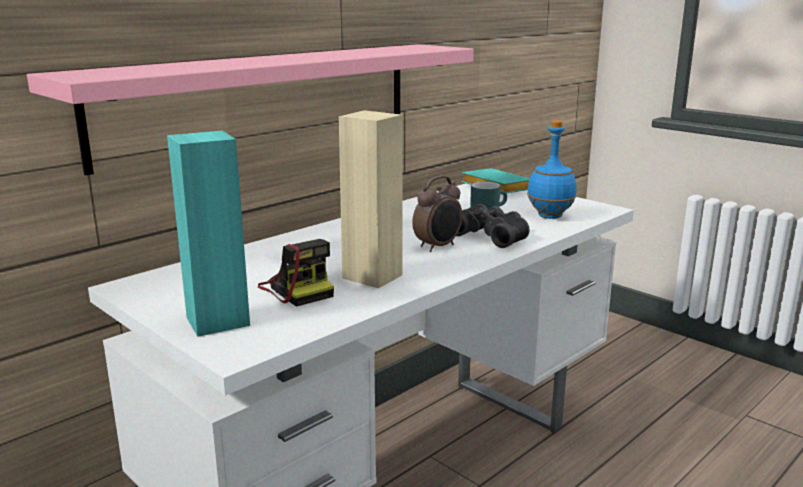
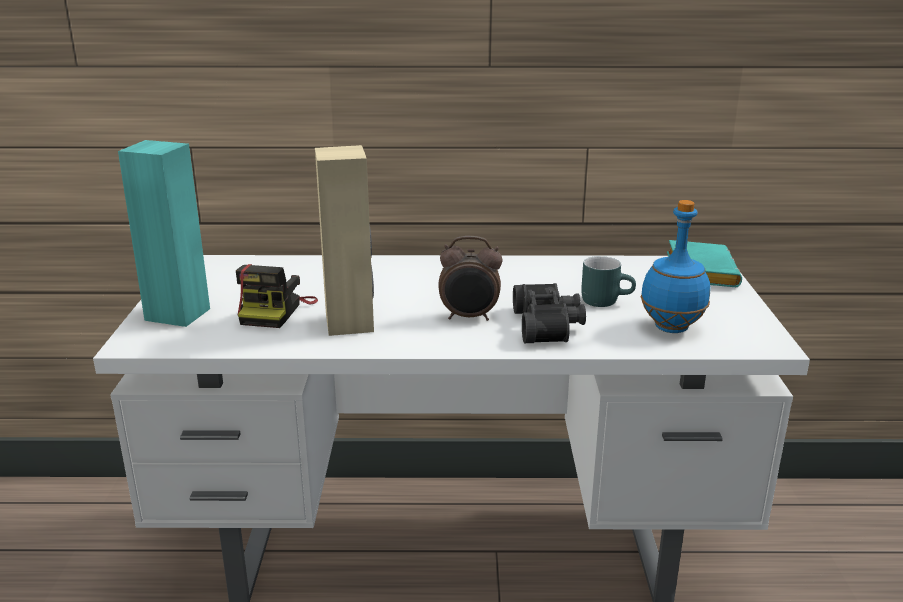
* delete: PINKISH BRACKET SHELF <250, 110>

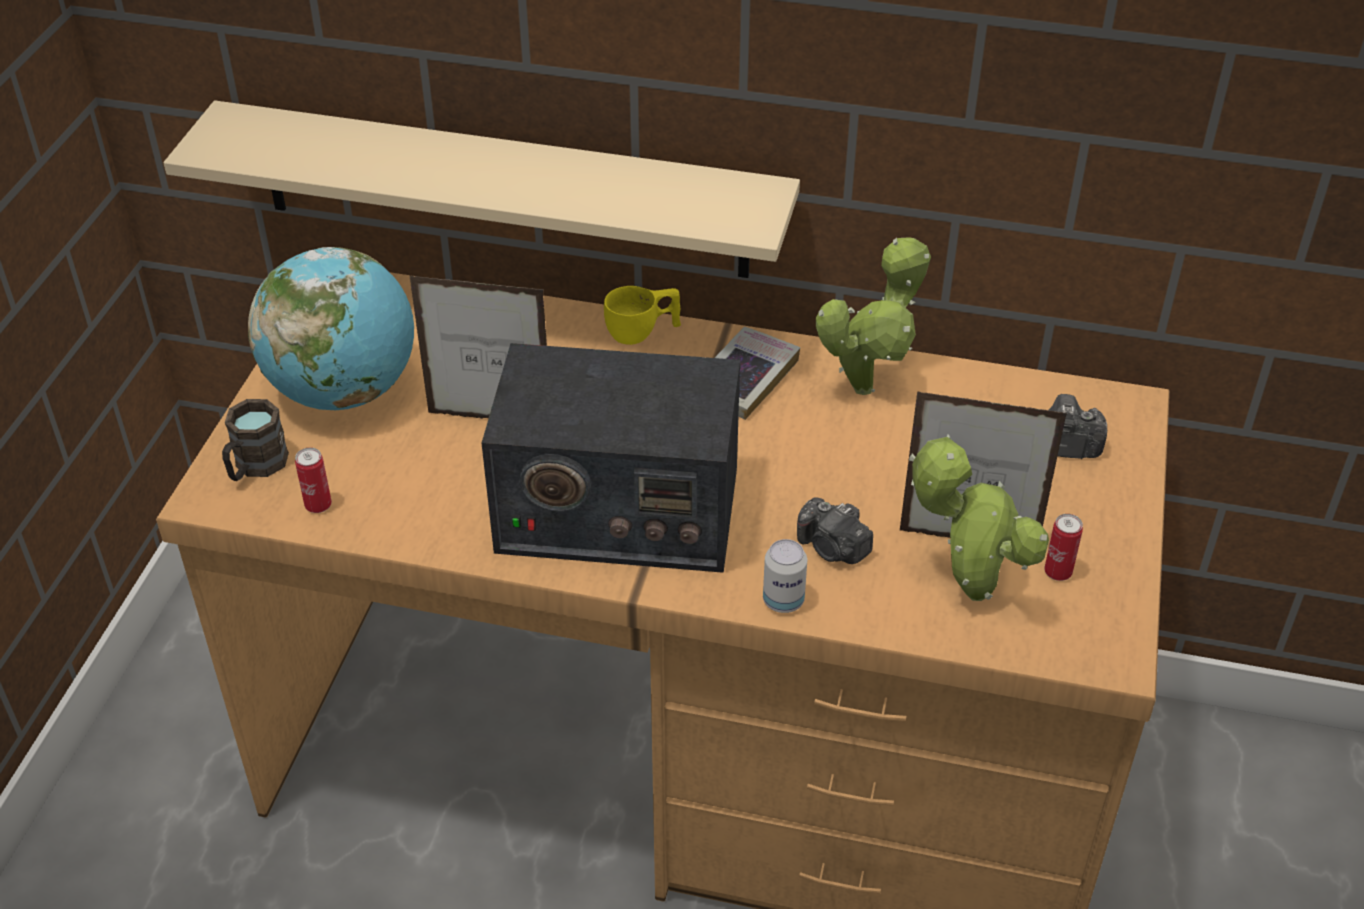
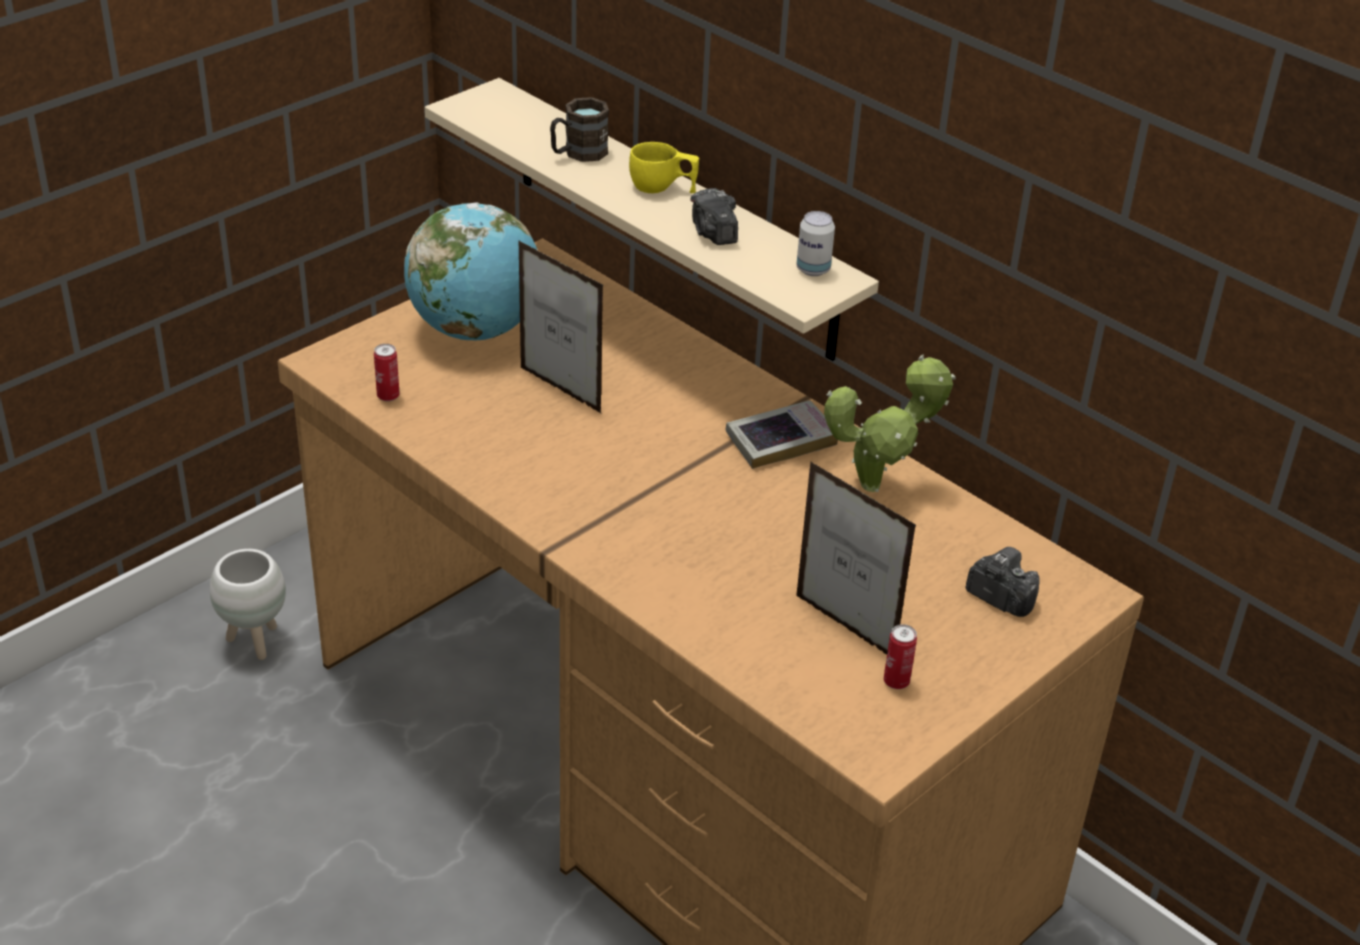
* delete: RADIO RECEIVER <611, 458>
* delete: POTTED PLANT <979, 518>
* insert: WHITE PLANTER <248, 604>
* move: BROWN-COLOURED MUG <255, 440> to <579, 129>
* move: YELLOWISH CUP <642, 315> to <664, 167>
* move: CAN <785, 576> to <815, 243>
* move: STILL CAMERA <835, 530> to <714, 216>

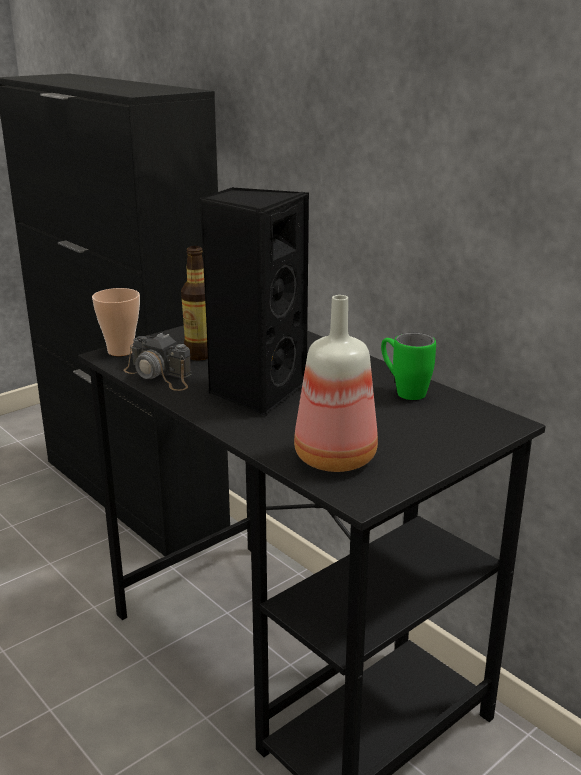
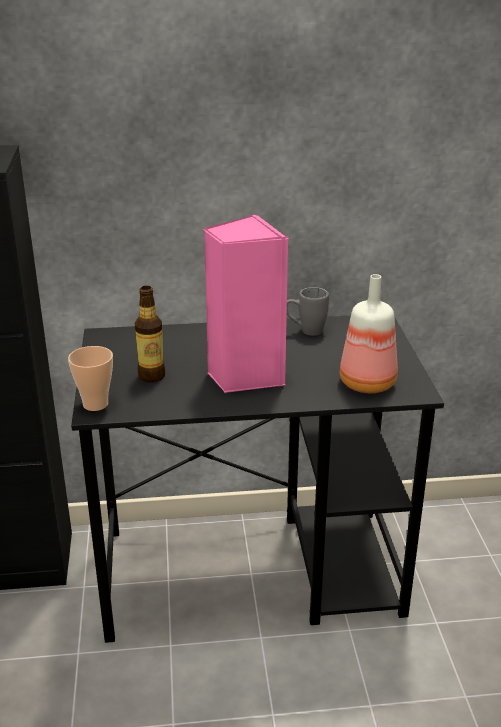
* delete: STILL CAMERA <157, 362>
* recolor: BLACKISH SPEAKER <254, 301> to PINKISH SPEAKER <245, 304>
* recolor: GREEN-COLOURED MUG <408, 366> to GREYISH MUG <308, 311>

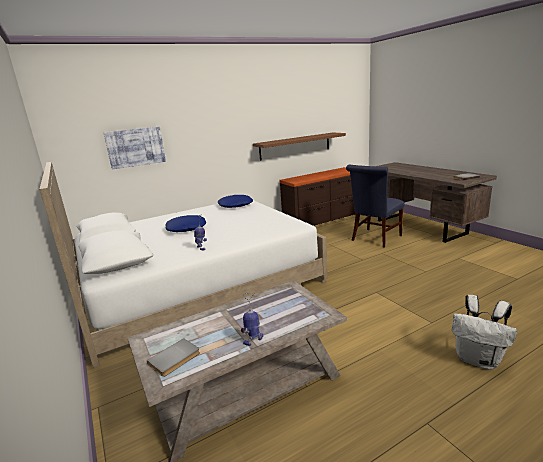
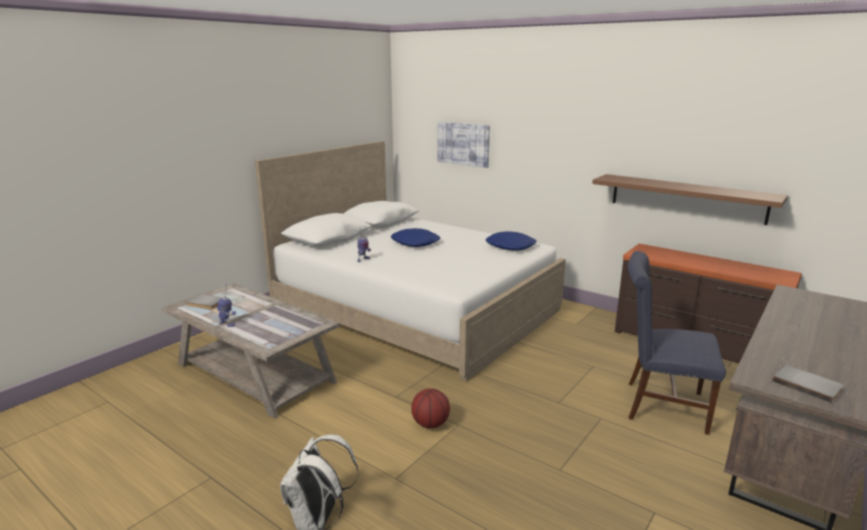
* insert: BASKETBALL BALL <430, 408>

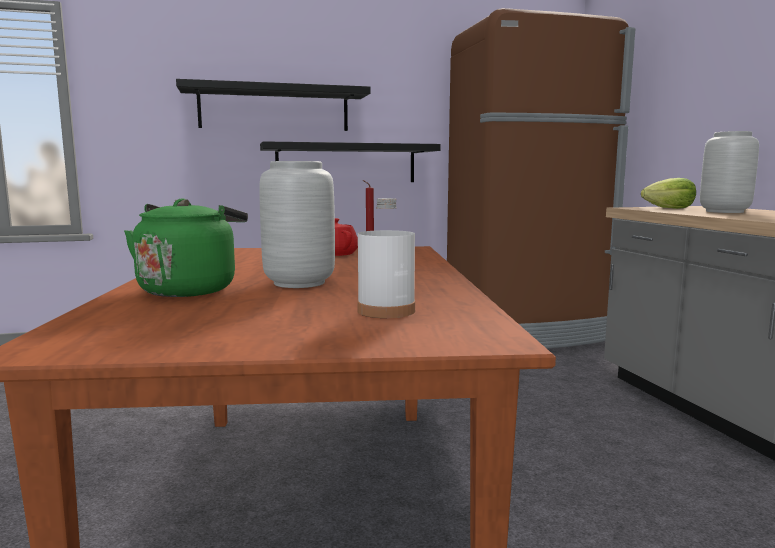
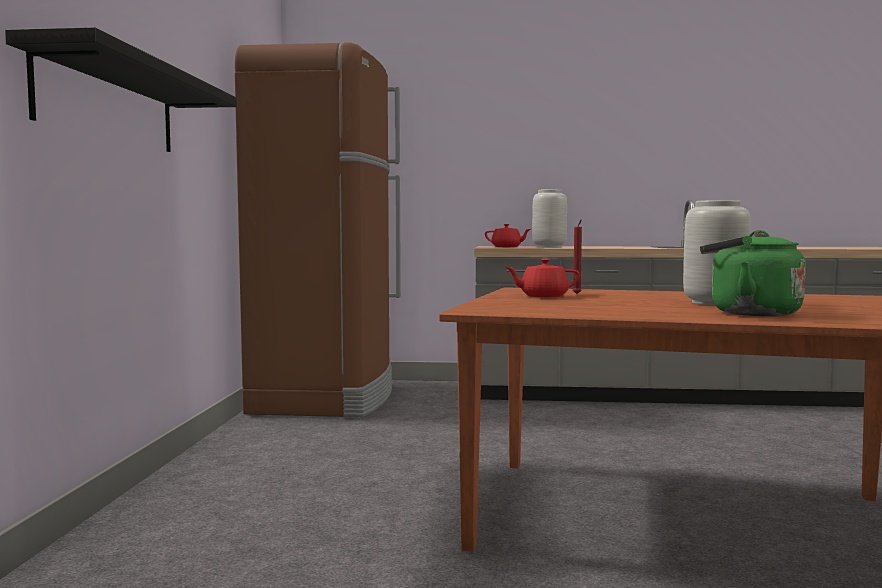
* delete: BLACKISH BRACKET SHELF <350, 161>
* delete: WHITE BOTTLE <386, 258>
* replace: HEAD OF LETTUCE <668, 193> to RED-COLOURED TEAPOT <508, 235>

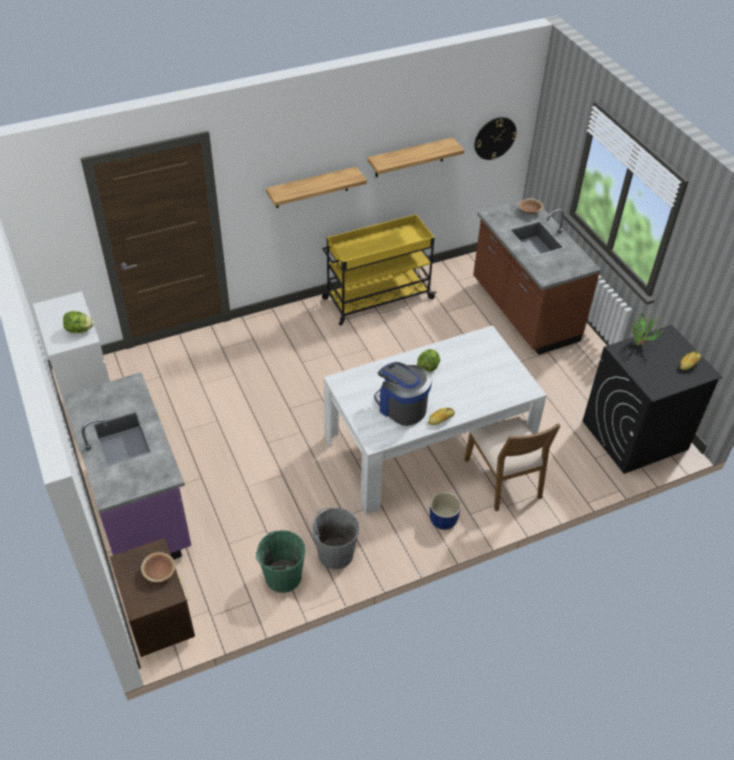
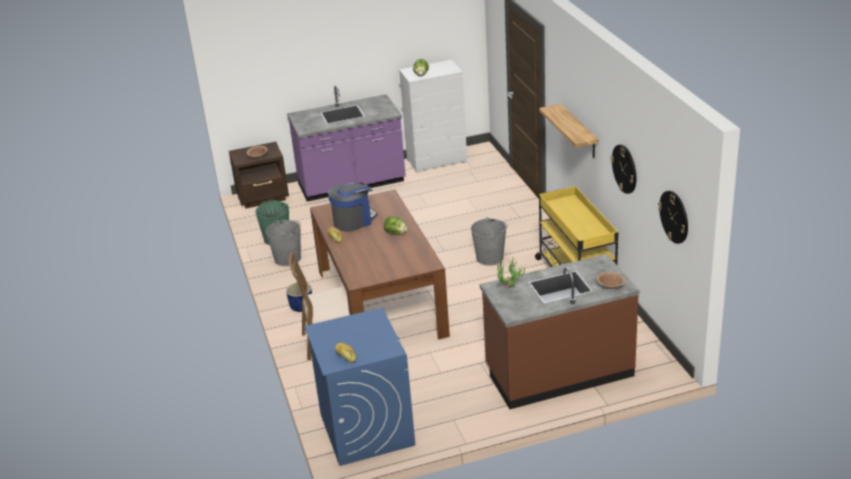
* insert: GREYISH PAIL <489, 241>
* move: POTTED PLANT <649, 329> to <511, 273>
* replace: BRACKET SHELF <415, 157> to HANGING CLOCK <623, 169>
* recolor: WHITE KITCHEN TABLE <435, 419> to BROWN-COLOURED KITCHEN TABLE <380, 265>
* recolor: BLACKISH LAUNDRY APPLIANCE <652, 399> to BLUE-COLOURED LAUNDRY APPLIANCE <359, 387>

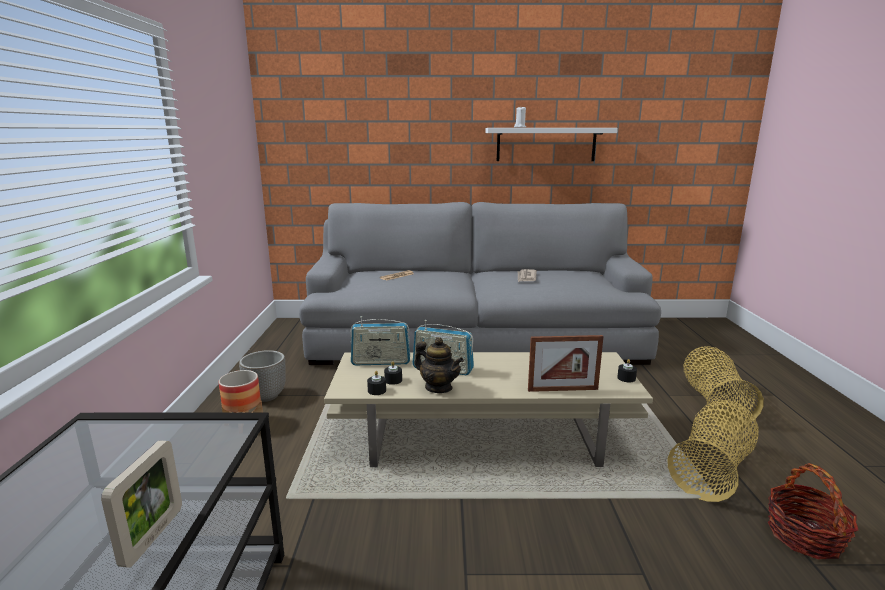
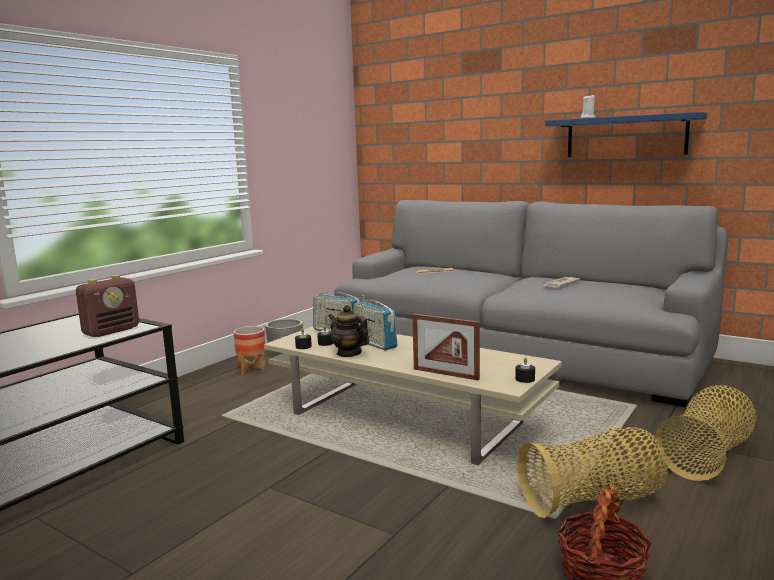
* delete: STANDING FRAME <141, 504>
* insert: RADIO RECEIVER <107, 306>
* recolor: WHITE BRACKET SHELF <551, 144> to BLUE-COLOURED BRACKET SHELF <626, 134>
* rotate: TEAPOT <439, 365> = <348, 331> 150 degrees clockwise

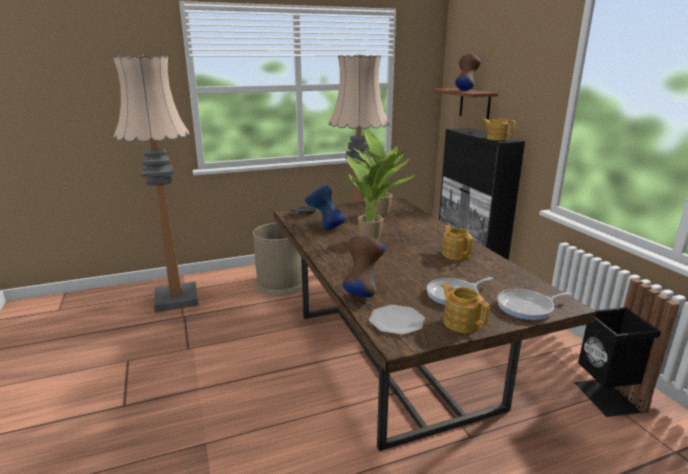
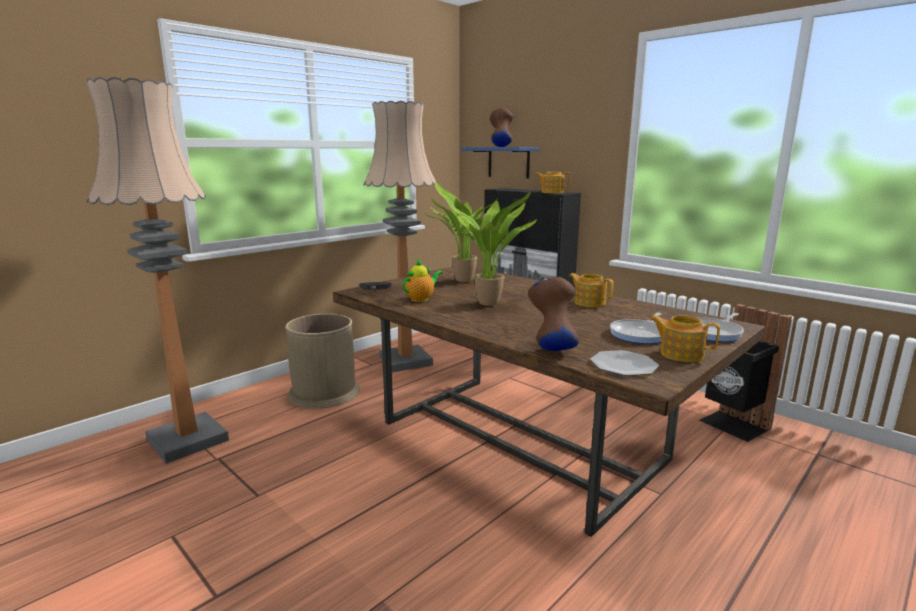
* replace: BLUE-COLOURED VASE <325, 207> to TEAPOT <423, 280>
* recolor: BROWN-COLOURED BRACKET SHELF <465, 104> to BLUE-COLOURED BRACKET SHELF <500, 162>

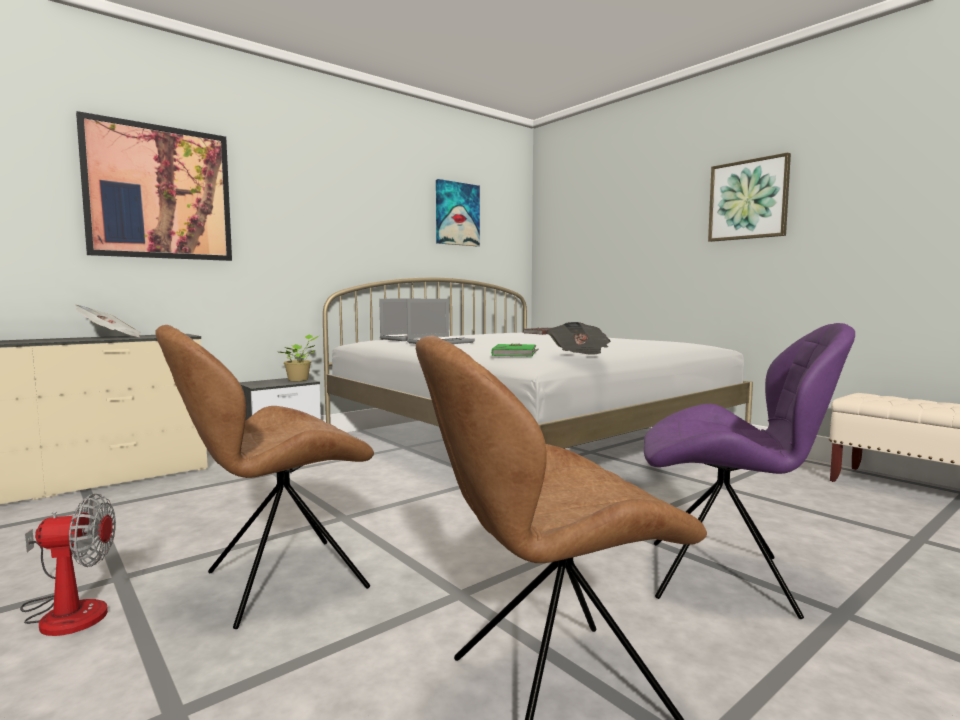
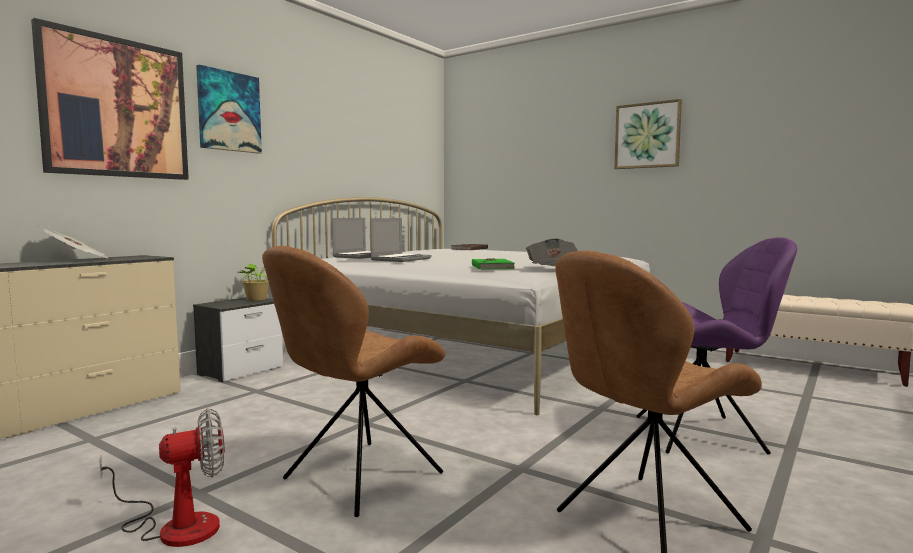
* move: PICTURE <458, 212> to <229, 109>

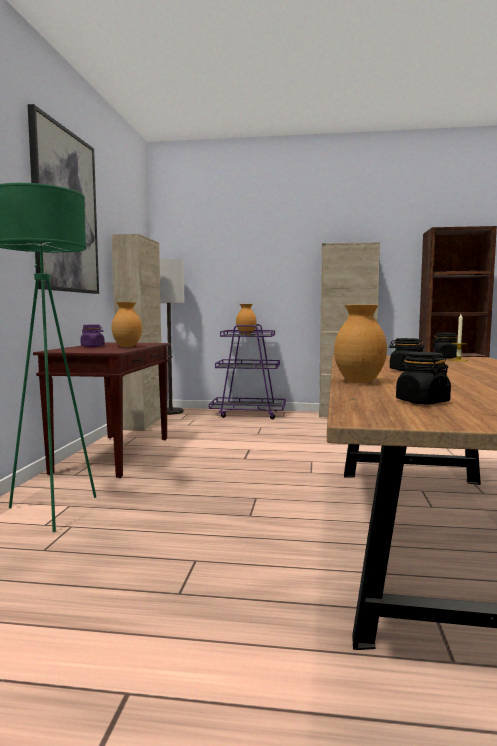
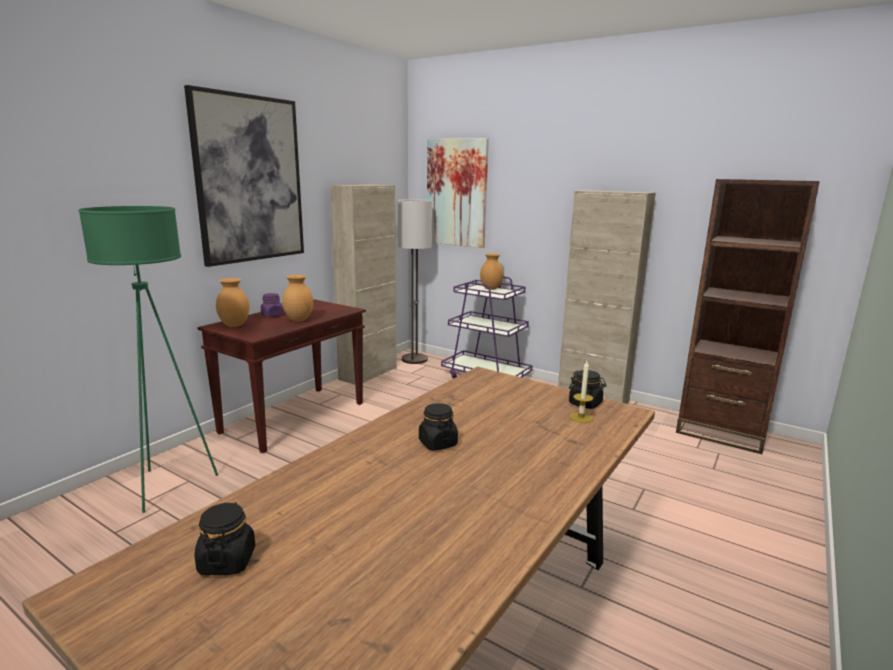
* insert: PICTURE <458, 193>
* move: BROWN-COLOURED VASE <360, 344> to <233, 302>

